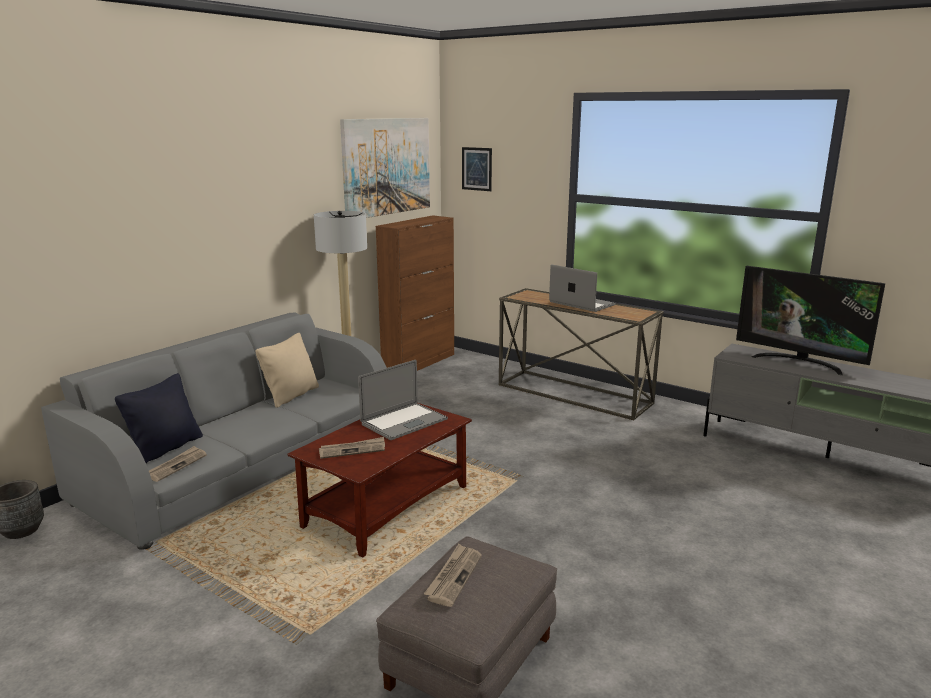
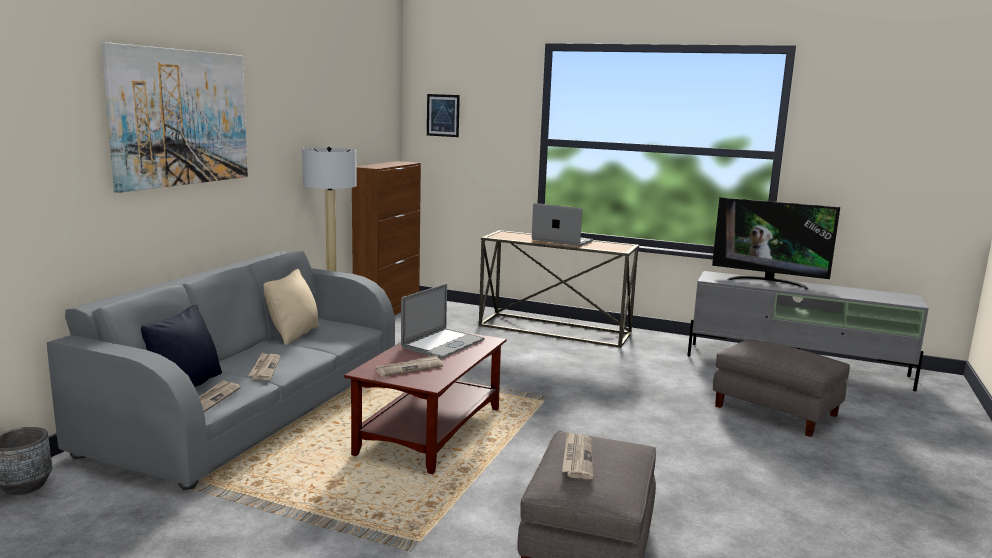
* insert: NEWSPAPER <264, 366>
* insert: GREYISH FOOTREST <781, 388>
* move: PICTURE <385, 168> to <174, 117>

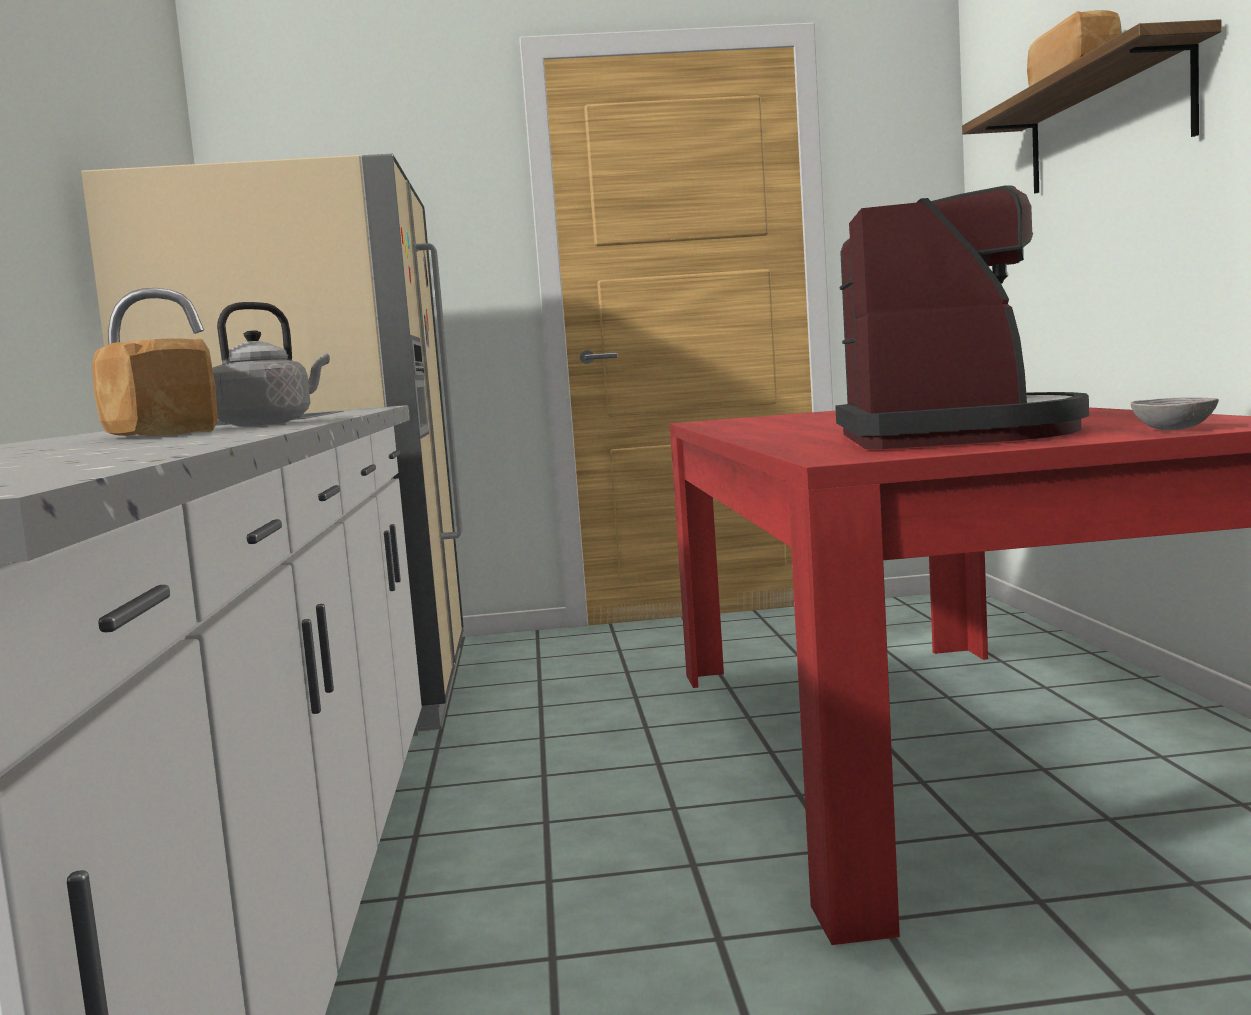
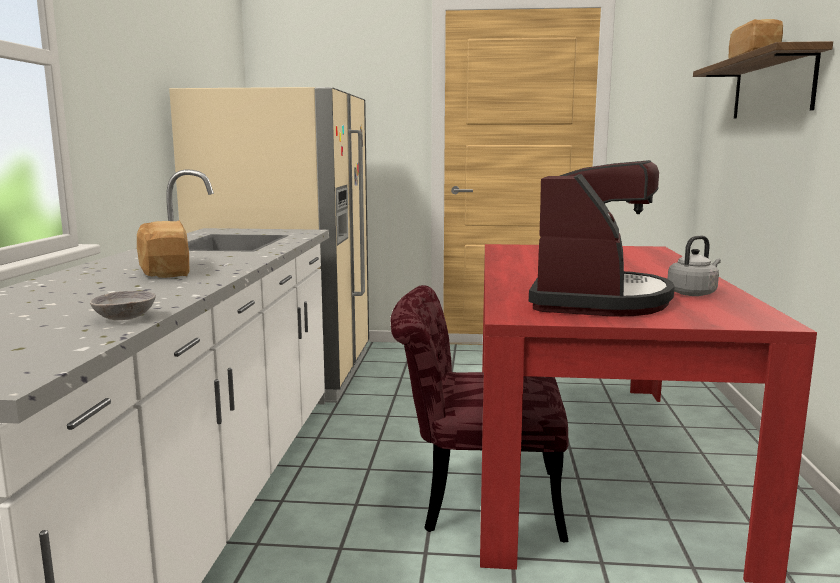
* insert: RED-COLOURED PLAIN CHAIR <479, 413>
* move: GREYISH TEA KETTLE <271, 364> to <694, 266>
* move: GREYISH DEEP DISH <1175, 413> to <123, 305>

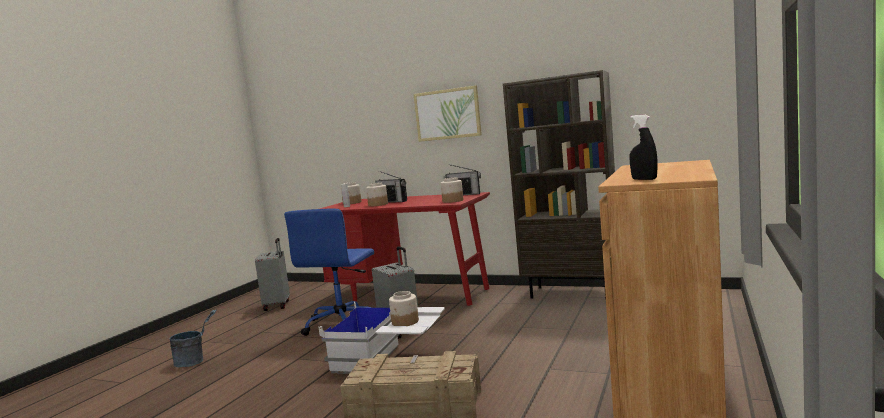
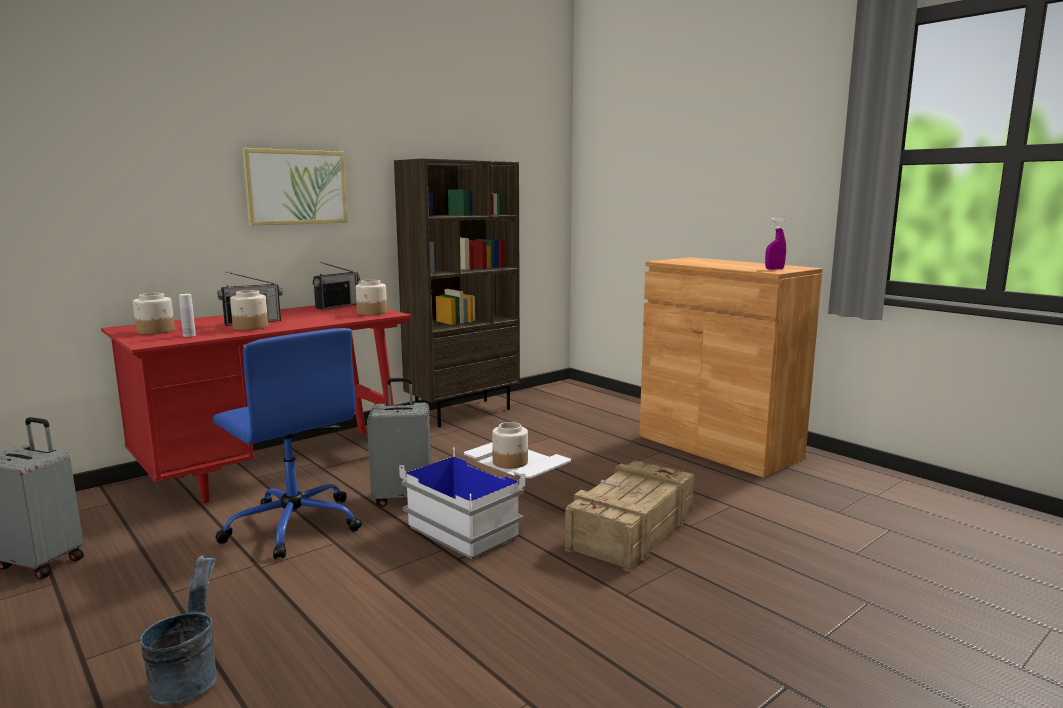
* recolor: BLACKISH SPRAY BOTTLE <644, 147> to PURPLE SPRAY BOTTLE <775, 244>

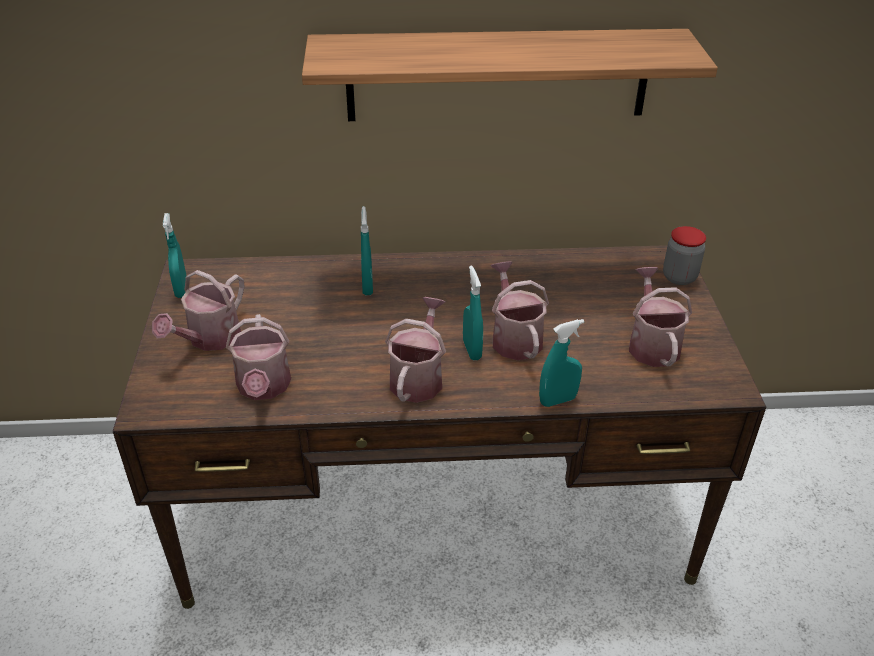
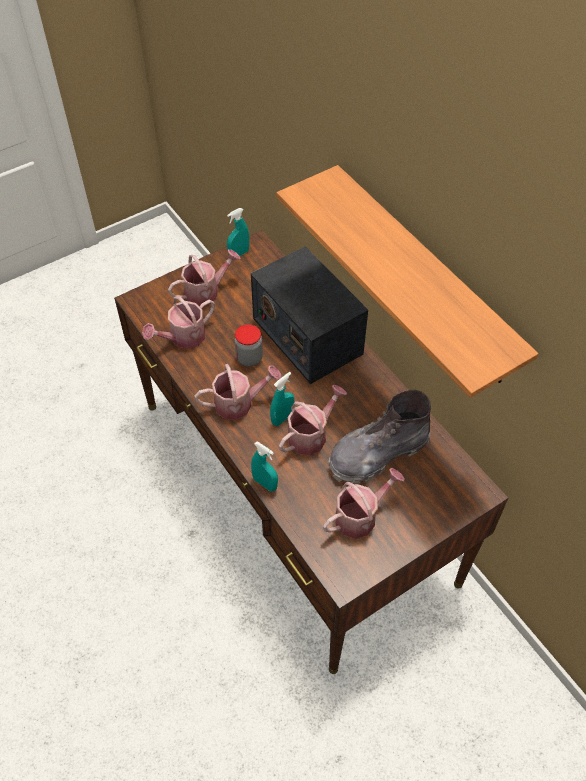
* insert: GREYISH BOOT <379, 437>
* move: PRESERVE JAR <684, 255> to <249, 345>
* replace: BLUE-GREEN SPRAY BOTTLE <367, 250> to RADIO RECEIVER <309, 315>
* rotate: WATERING POT <198, 310> = <204, 277> 150 degrees clockwise

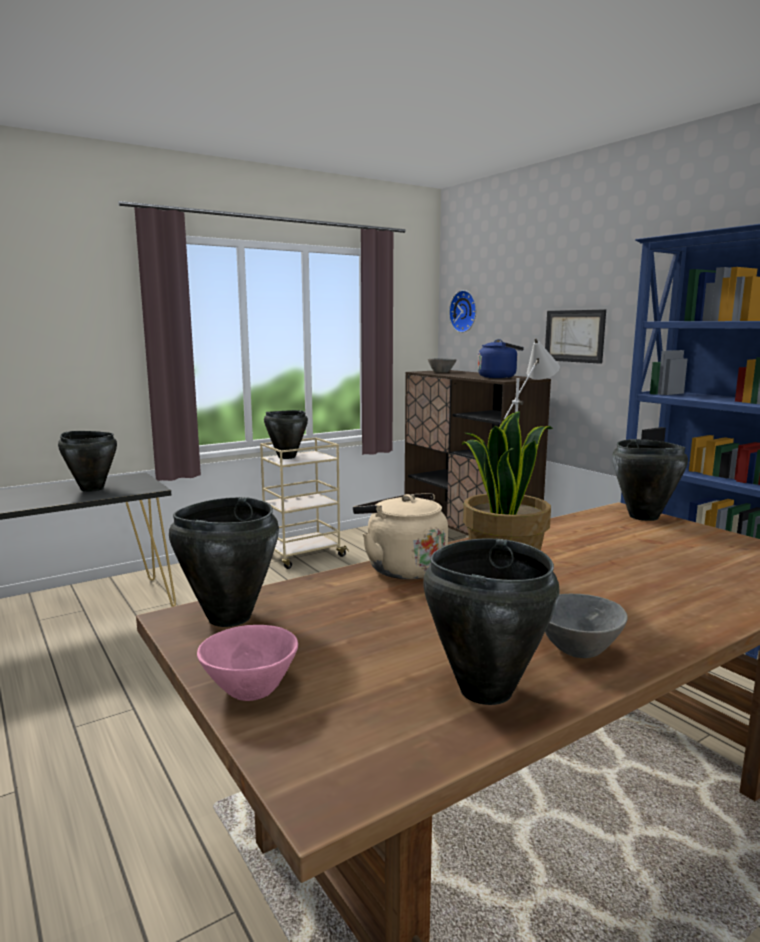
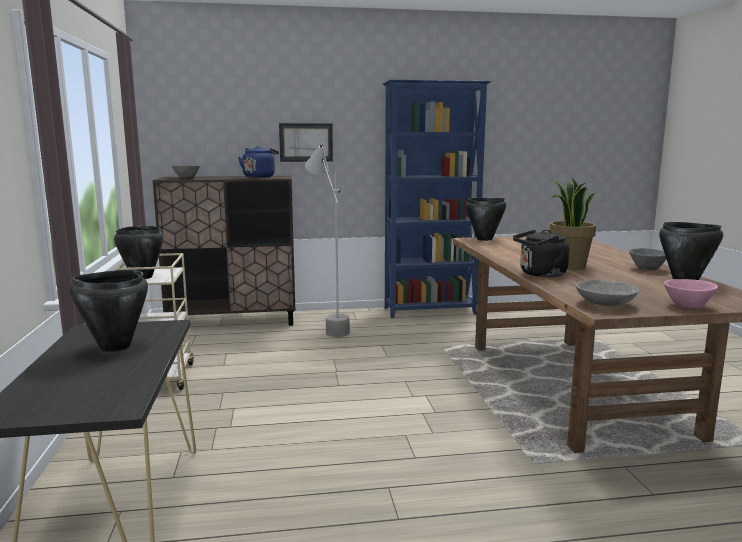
* delete: HANGING CLOCK <462, 311>
* replace: BLACKISH SAUCEPOT <224, 562> to GREYISH DEEP DISH <607, 293>
* recolor: BEIGE-COLOURED TEA KETTLE <400, 536> to BLACKISH TEA KETTLE <541, 253>

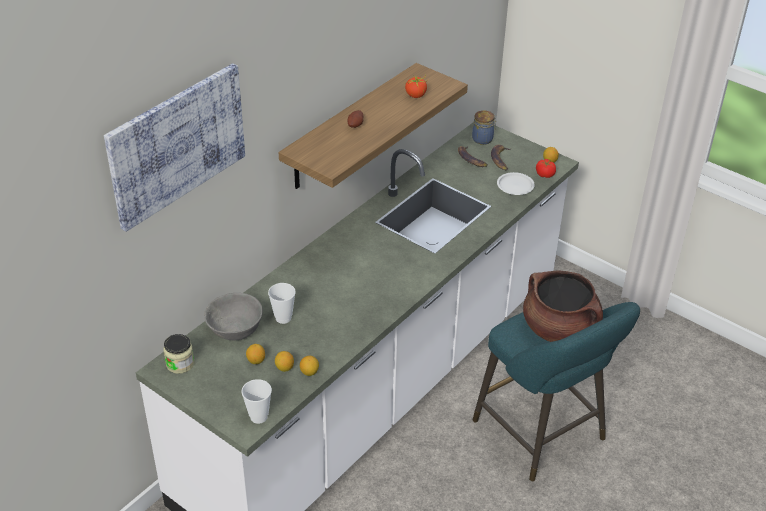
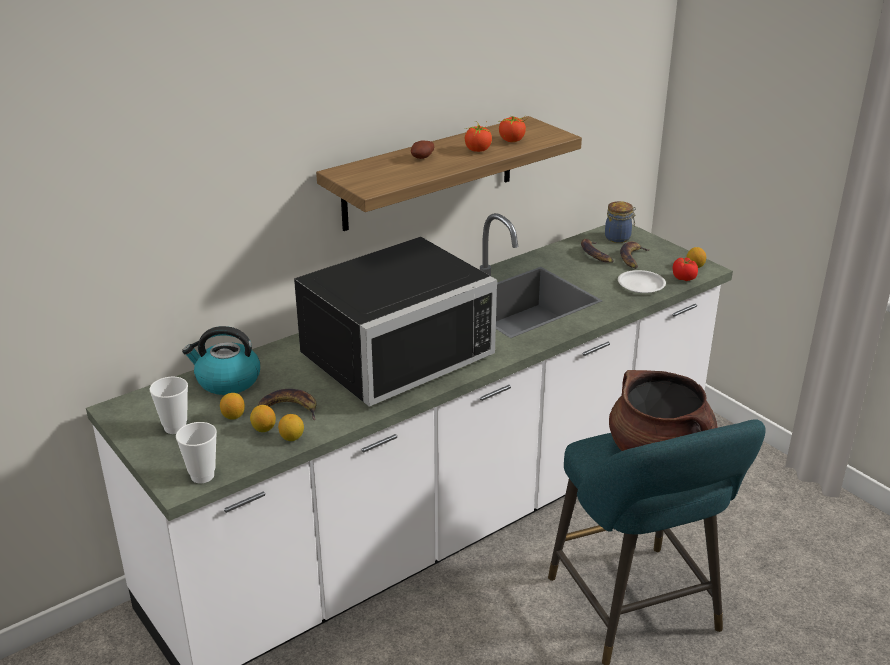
* delete: PICTURE <174, 147>
* delete: PRESERVE JAR <179, 354>
* insert: BANANA FRUIT <287, 404>
* insert: BLACKISH MICROWAVE <395, 322>
* insert: FRESH TOMATO <478, 136>
* move: CUP <282, 303> to <168, 405>
* replace: GREYISH DEEP DISH <233, 316> to TEA KETTLE <221, 360>

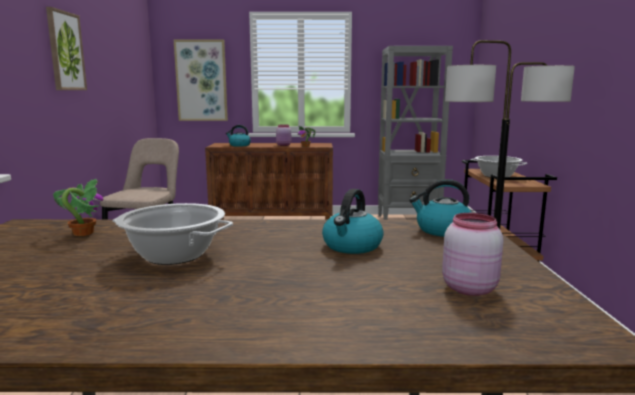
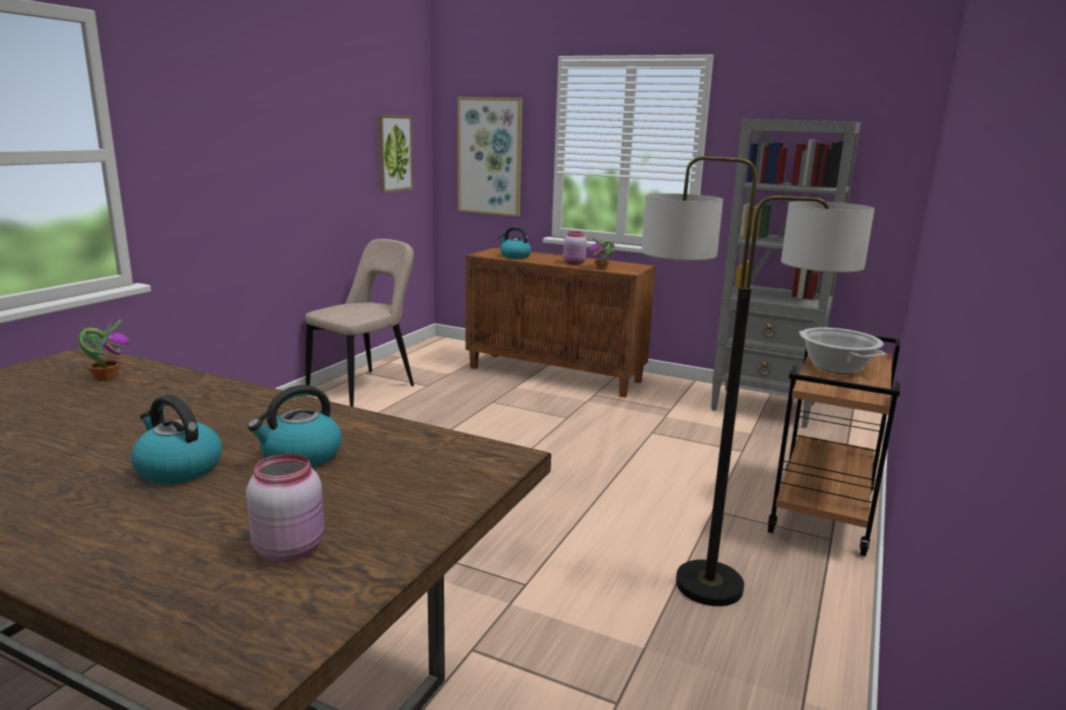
* delete: SAUCEPOT <173, 234>
* move: PICTURE <66, 48> to <395, 153>
* move: TEA KETTLE <440, 208> to <176, 439>

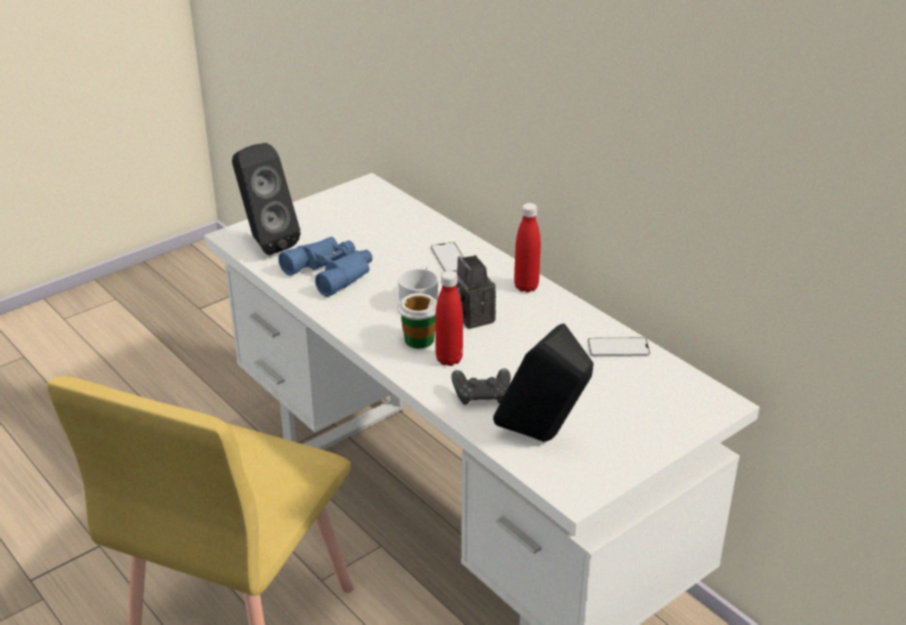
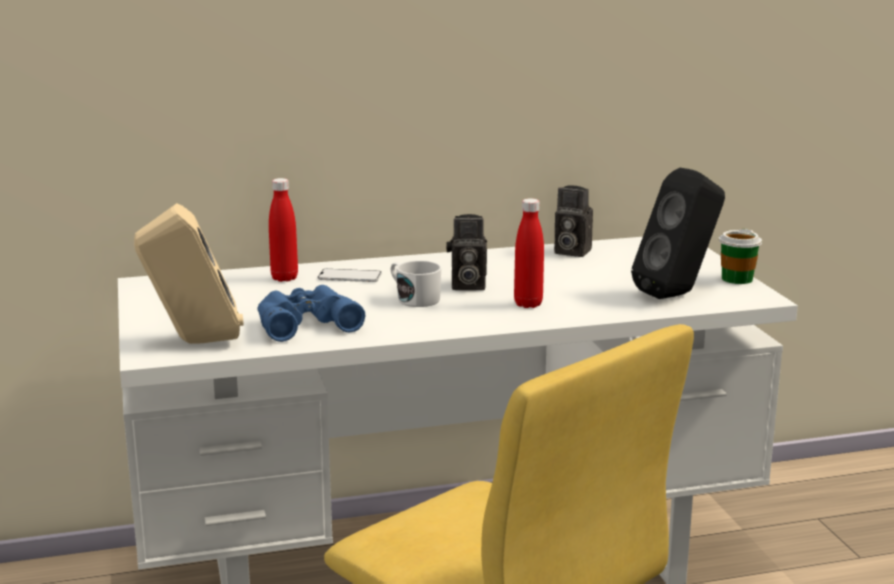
* delete: BLACKISH GAMEPAD <481, 386>
* move: CUP <417, 321> to <740, 256>
* move: RED-COLOURED BOTTLE <527, 247> to <283, 230>
* replace: PHONE <619, 347> to STILL CAMERA <573, 221>
* recolor: BLACKISH SPEAKER <266, 199> to BEIGE-COLOURED SPEAKER <188, 273>

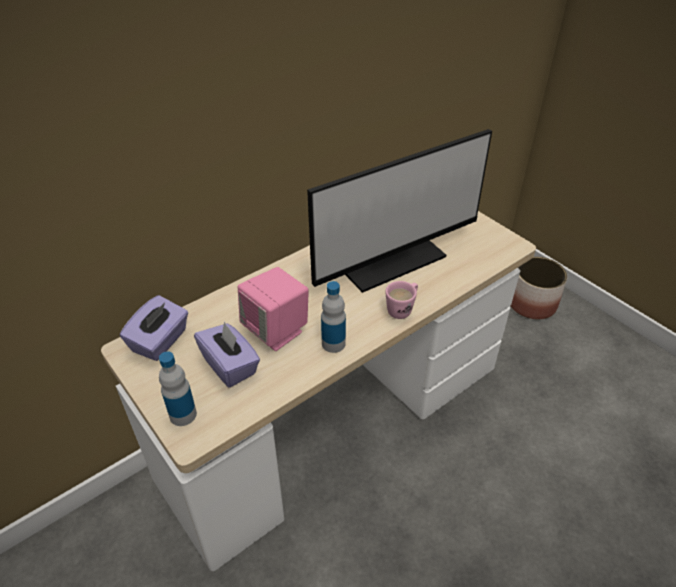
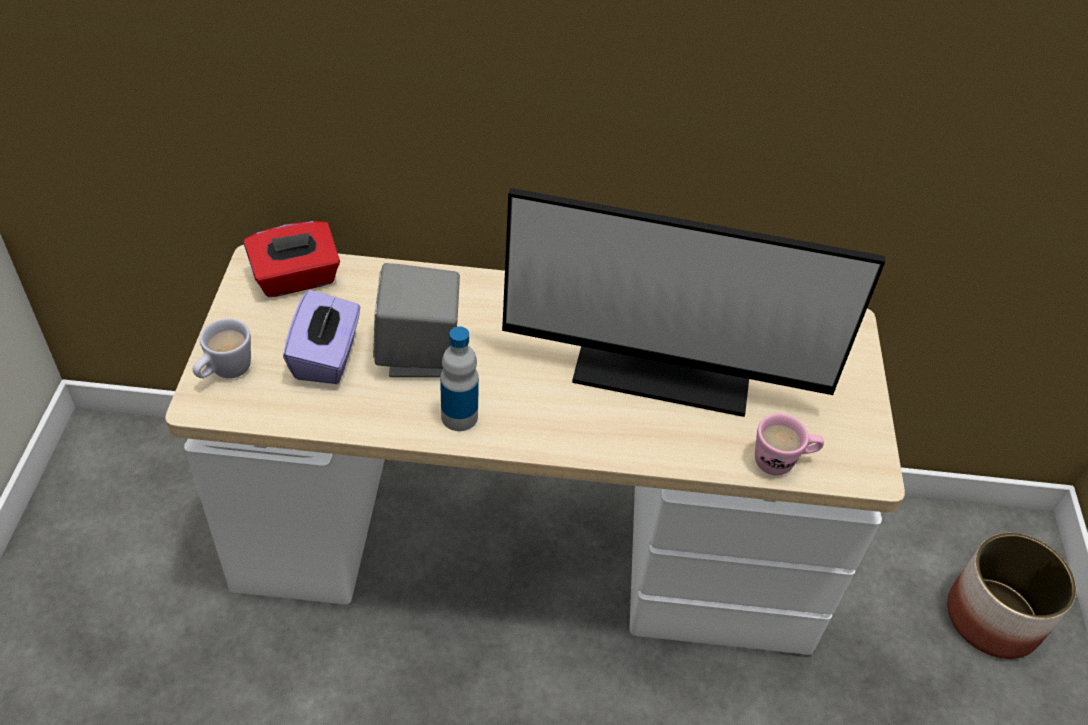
* move: PINKISH MUG <401, 300> to <789, 445>
* replace: BOTTLE <178, 389> to WHITE MUG <222, 349>
* recolor: PURPLE TISSUE HOLDER <154, 328> to RED-COLOURED TISSUE HOLDER <292, 259>
* recolor: PINKISH SPEAKER <273, 309> to GREYISH SPEAKER <416, 320>

